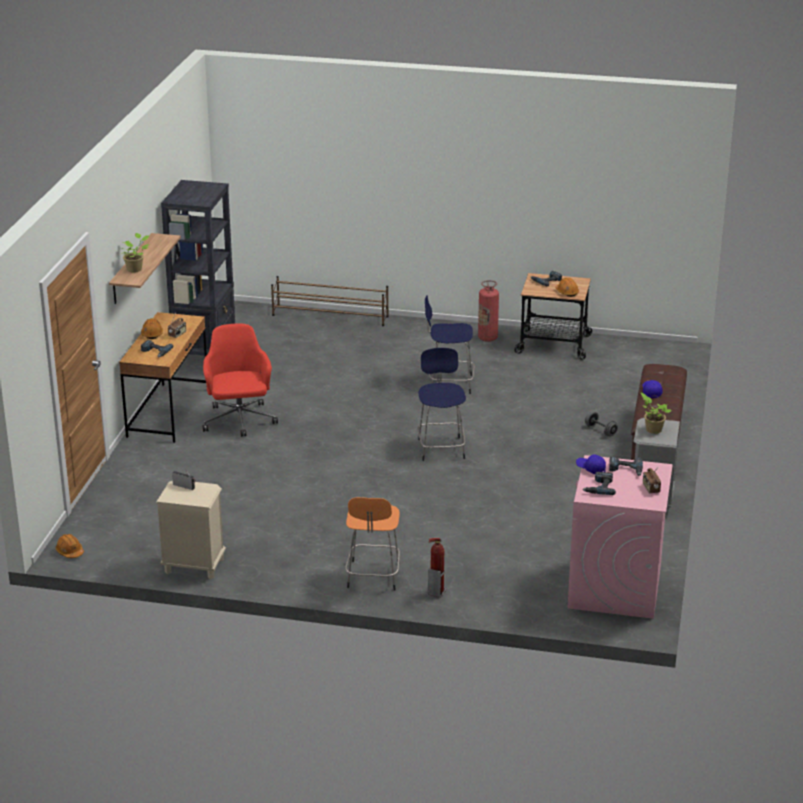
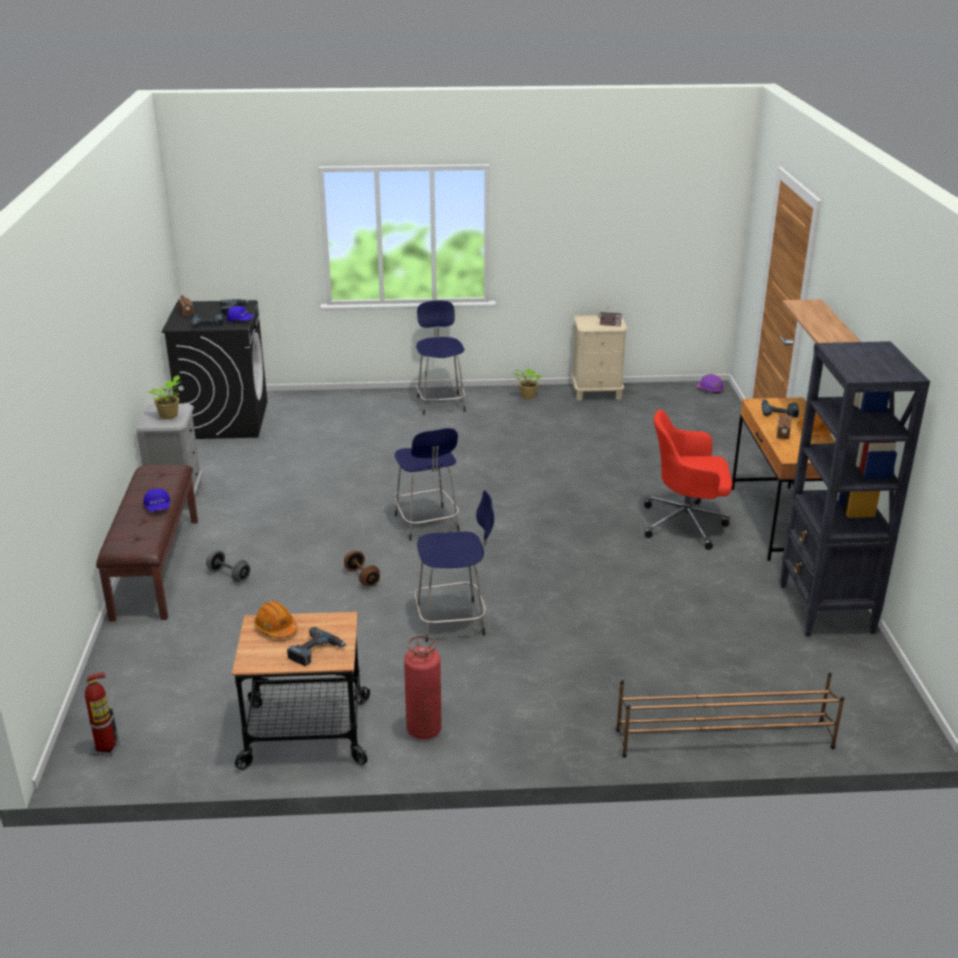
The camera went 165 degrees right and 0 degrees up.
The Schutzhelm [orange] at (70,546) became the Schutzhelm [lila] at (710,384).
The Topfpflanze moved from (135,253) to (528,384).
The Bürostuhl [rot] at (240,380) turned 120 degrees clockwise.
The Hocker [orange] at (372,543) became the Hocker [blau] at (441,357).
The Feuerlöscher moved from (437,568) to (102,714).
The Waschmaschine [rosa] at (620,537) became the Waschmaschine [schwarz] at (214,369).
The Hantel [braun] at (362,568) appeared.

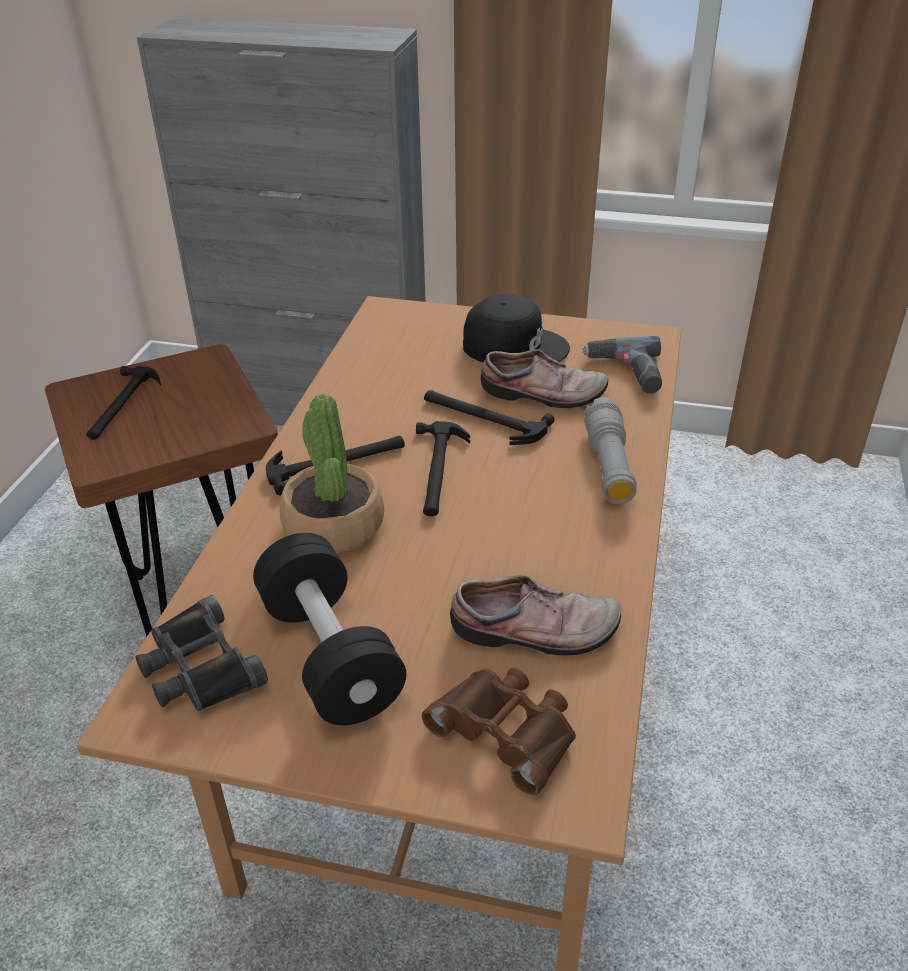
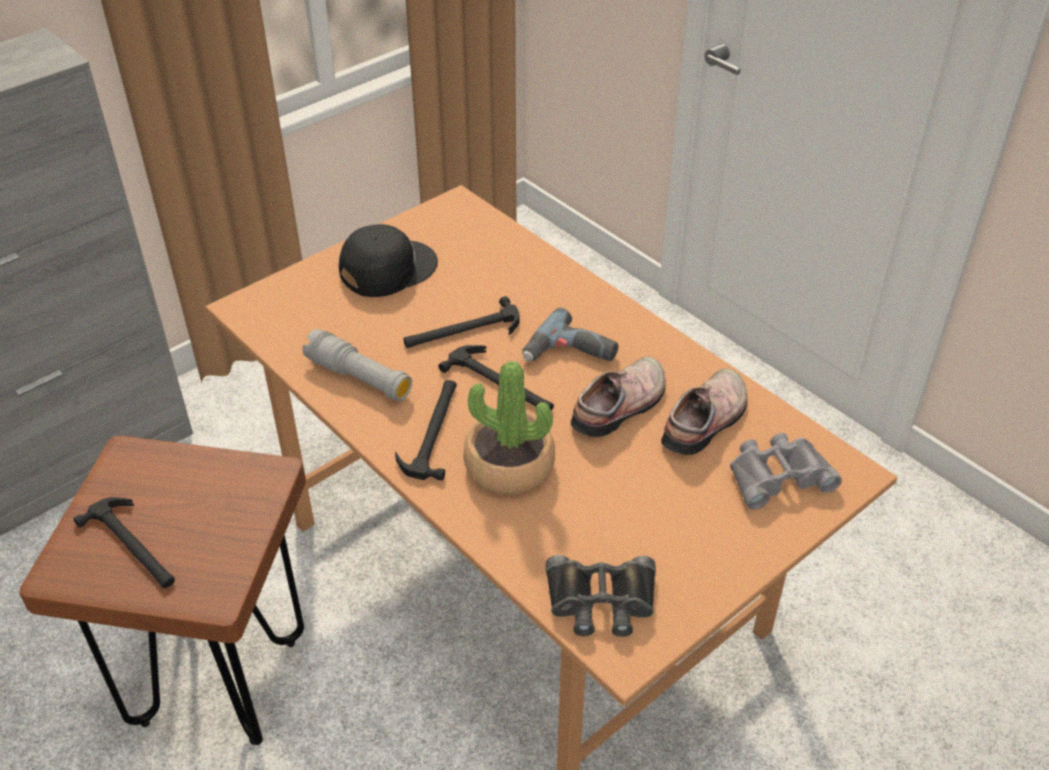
The camera went 55 degrees left and 5 degrees up.
The Hantel [schwarz] at (329,629) disappeared.
The Fernglas [braun] at (499,731) became the Fernglas [grau] at (786,471).
The Schuh moved from (544,378) to (618,396).
The Bohrmaschine moved from (622,365) to (570,334).
The Taschenlampe [grau] moved from (610,450) to (357,365).

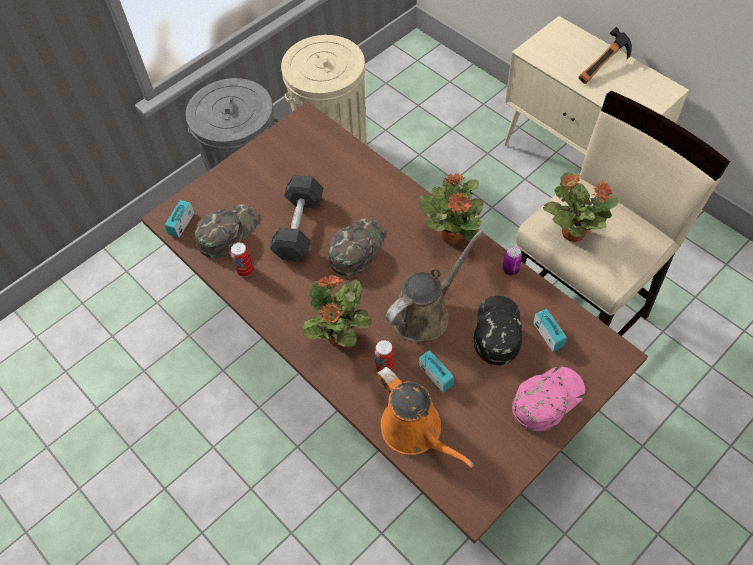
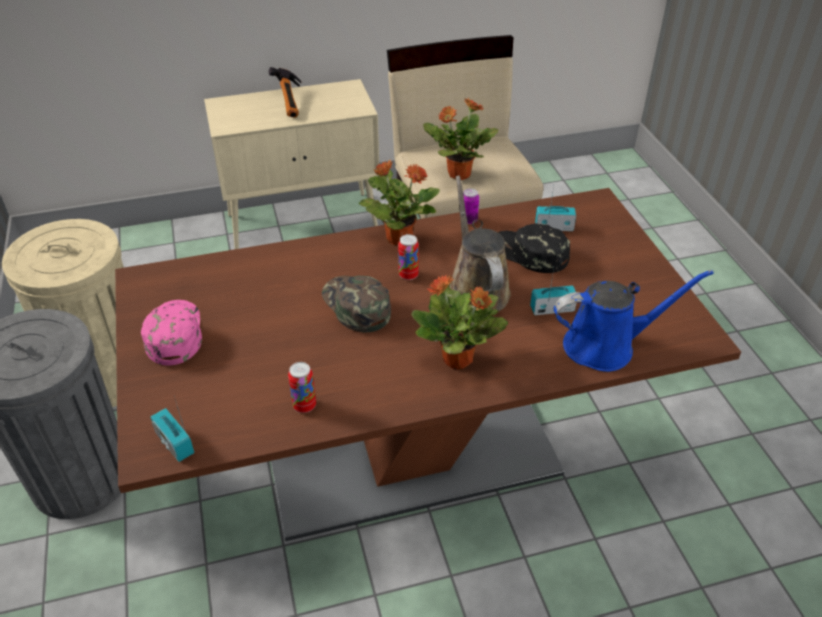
The camera went 65 degrees left and 15 degrees down.
The Kappe [grün] at (227,231) disappeared.
The Hantel [grau] at (296,218) disappeared.
The Dose moved from (385,355) to (408,257).
The Gießkanne [orange] at (425,417) became the Gießkanne [blau] at (634,321).
The Kappe [rosa] moved from (548,398) to (171,333).

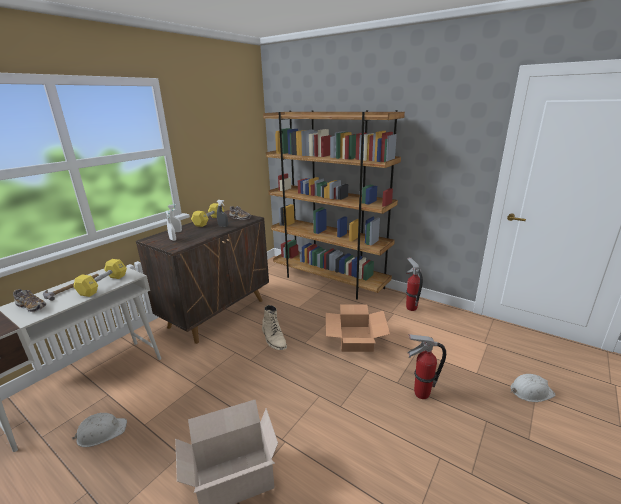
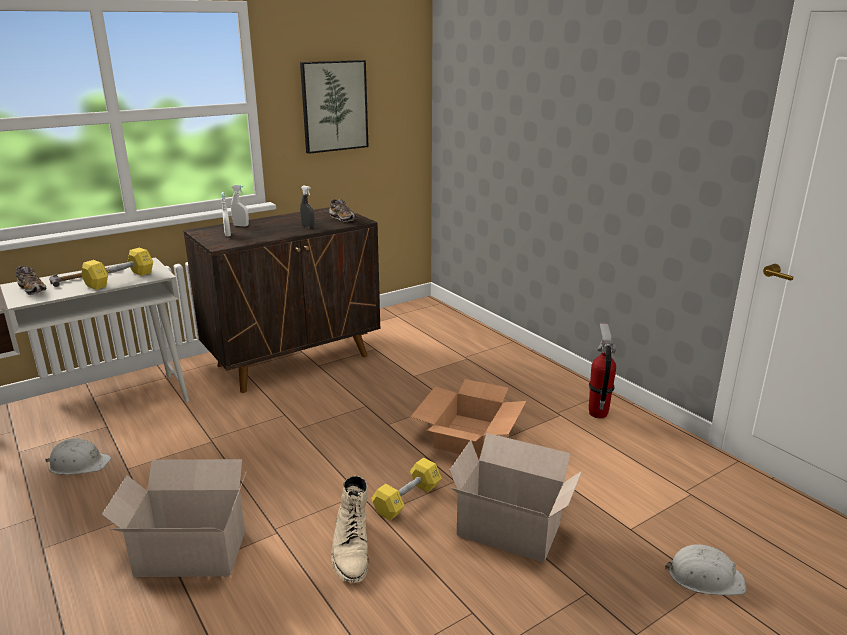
The camera went 20 degrees right and 0 degrees up.
The Hantel [gelb] moved from (207,215) to (406,489).
The Stiefel [beige] moved from (274,327) to (349,528).
The Bücherregal [braun] at (334,205) disappeared.
The Feuerlöscher at (427,366) was replaced by the Karton at (515,498).
The Bild at (334,107) appeared.

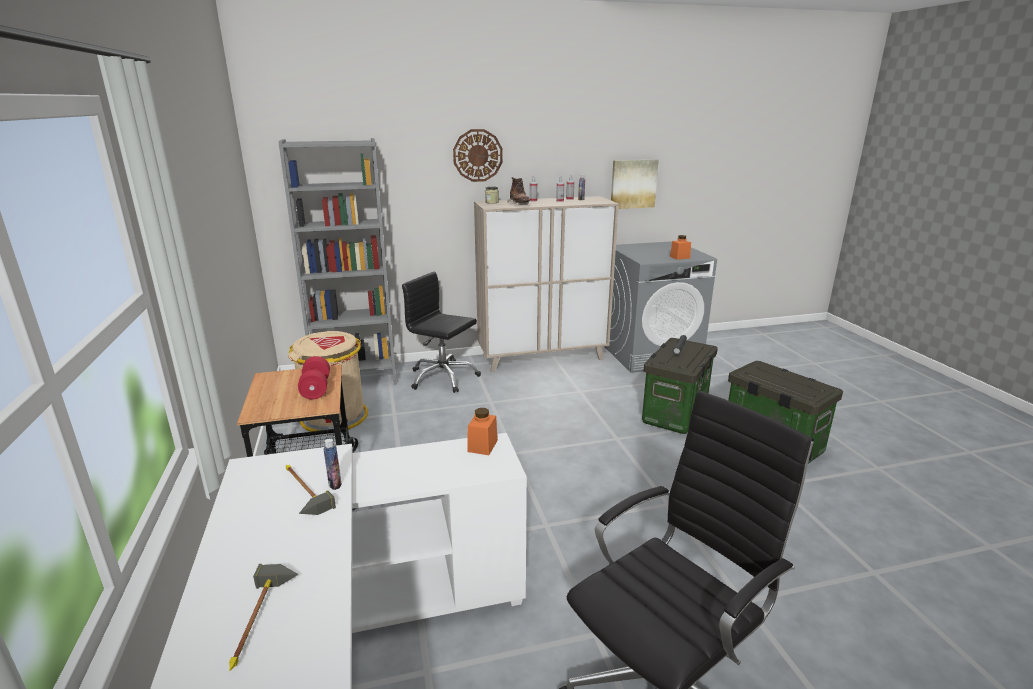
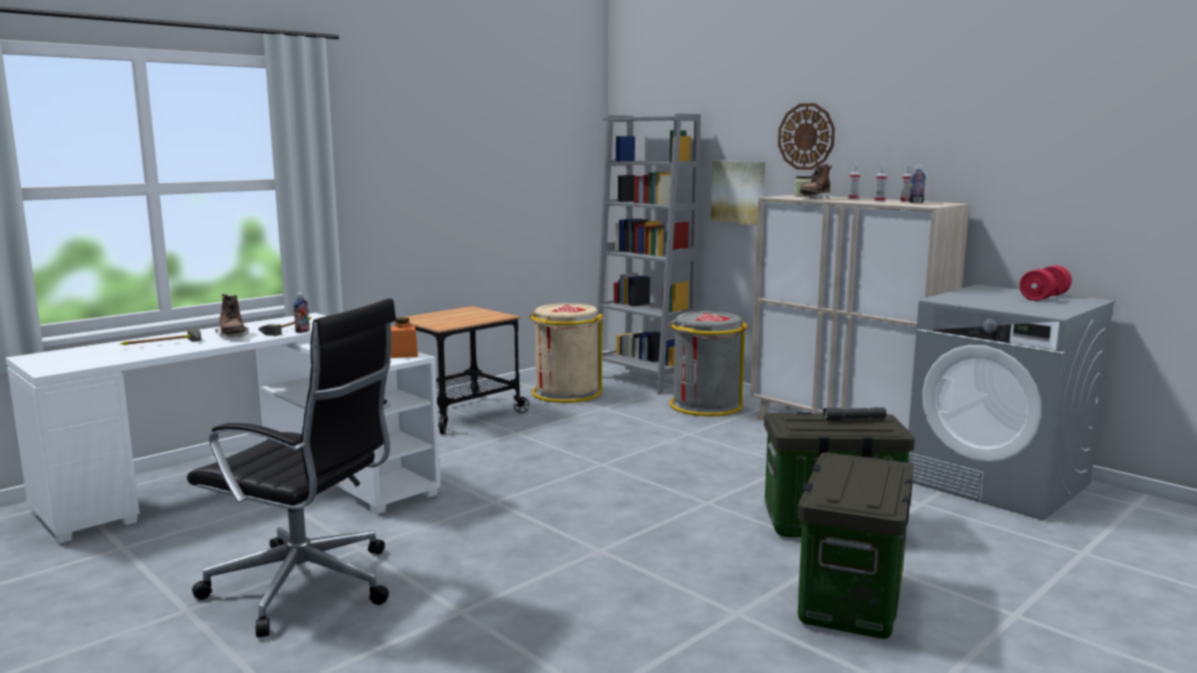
The camera went 60 degrees right and 10 degrees down.
The Hantel [rot] moved from (314,378) to (1045,283).
The Bürostuhl [schwarz] at (441,332) was replaced by the Mülleimer [grau] at (708,363).
The Bild moved from (635,184) to (738,193).
The Vorratsglas [orange] at (680,247) disappeared.
The Stiefel [braun] at (232,315) appeared.

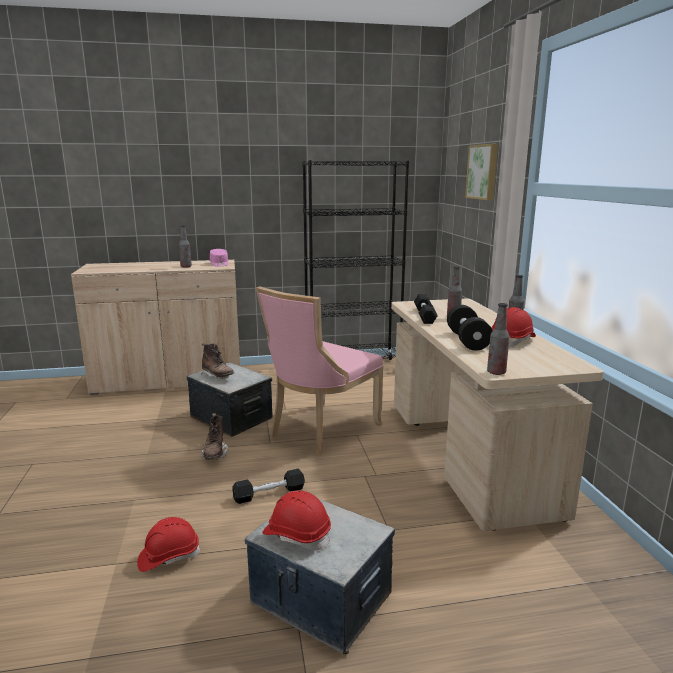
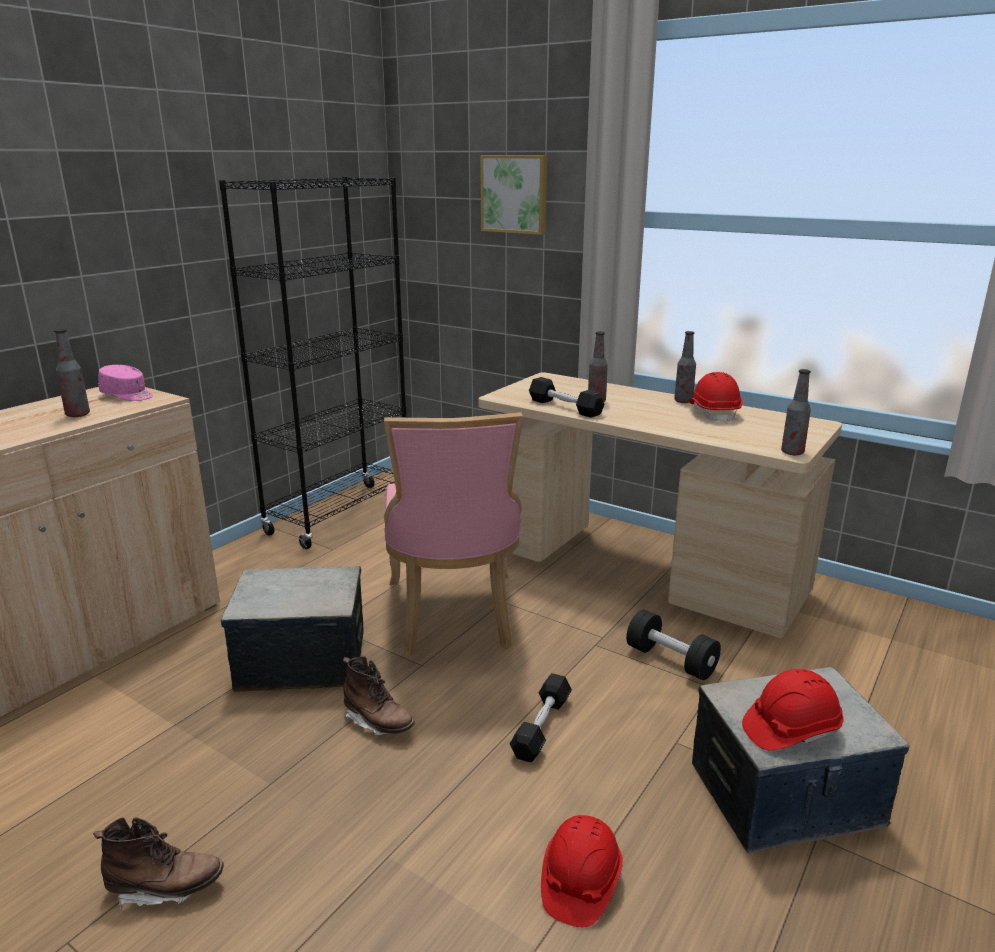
The camera went 45 degrees left and 5 degrees up.
The Stiefel [braun] moved from (217,361) to (158,863).
The Hantel [schwarz] moved from (469,328) to (673,644).

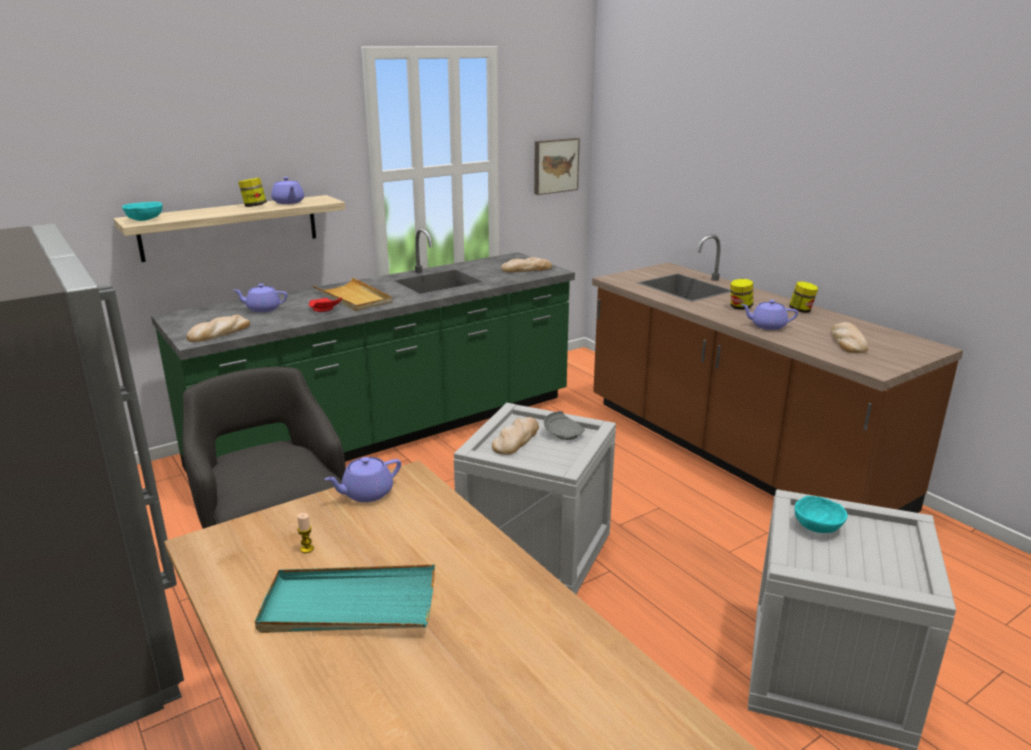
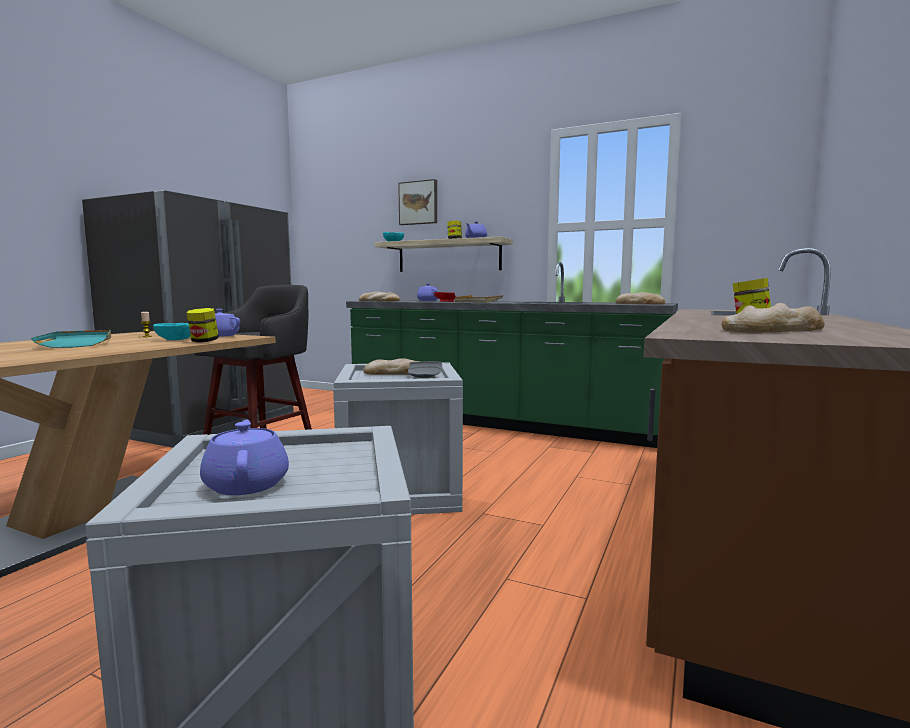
The camera went 60 degrees right and 15 degrees down.
The Bild moved from (557,166) to (417,202).
The Teekanne [lila] moved from (769,315) to (244,457).
The Vorratsglas moved from (803,297) to (202,325).
The Schüssel [türkis] moved from (821,514) to (172,331).

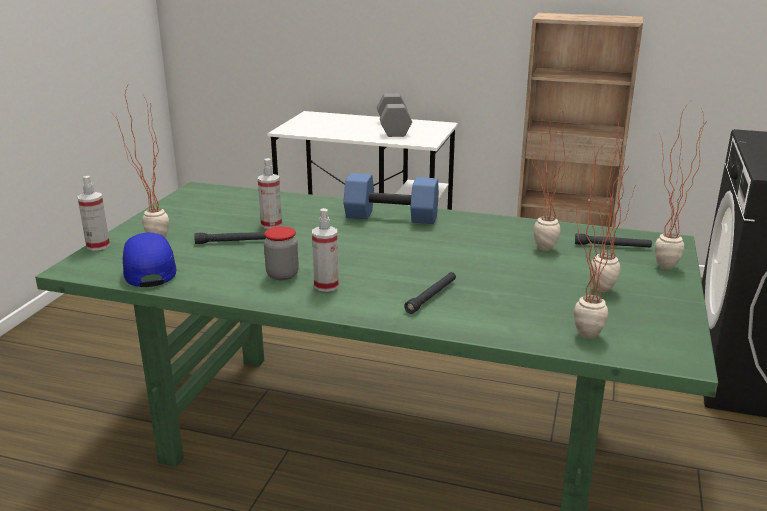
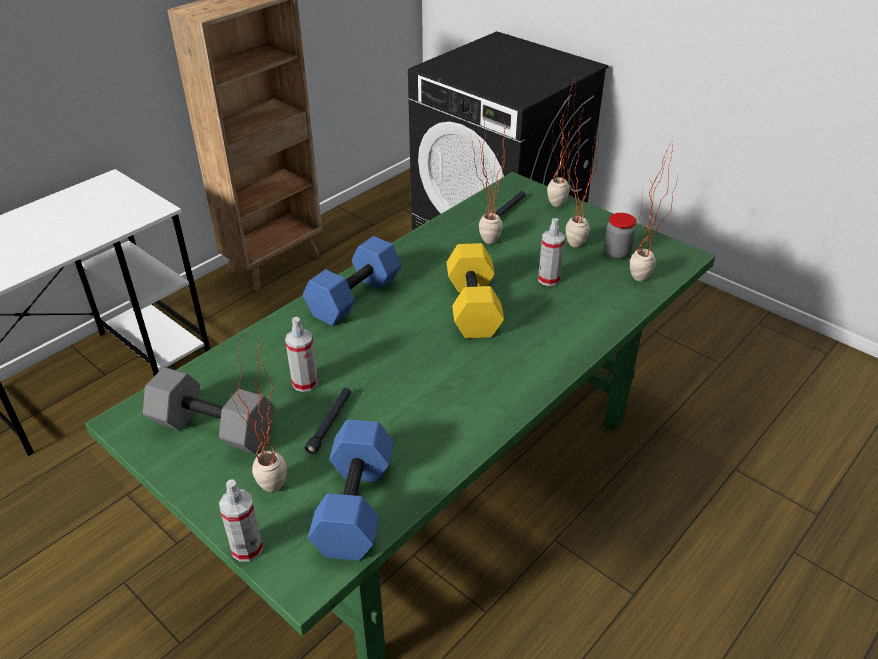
The camera went 65 degrees left and 15 degrees up.
The Kappe [blau] at (149,260) was replaced by the Hantel [blau] at (351,490).
The Vorratsglas moved from (281,253) to (620,236).
The Sprühflasche moved from (325,250) to (551,252).
The Hantel [grau] moved from (394,115) to (209,410).
The Taschenlampe [schwarz] at (430,293) disappeared.
The Hantel [gelb] at (475,291) appeared.

